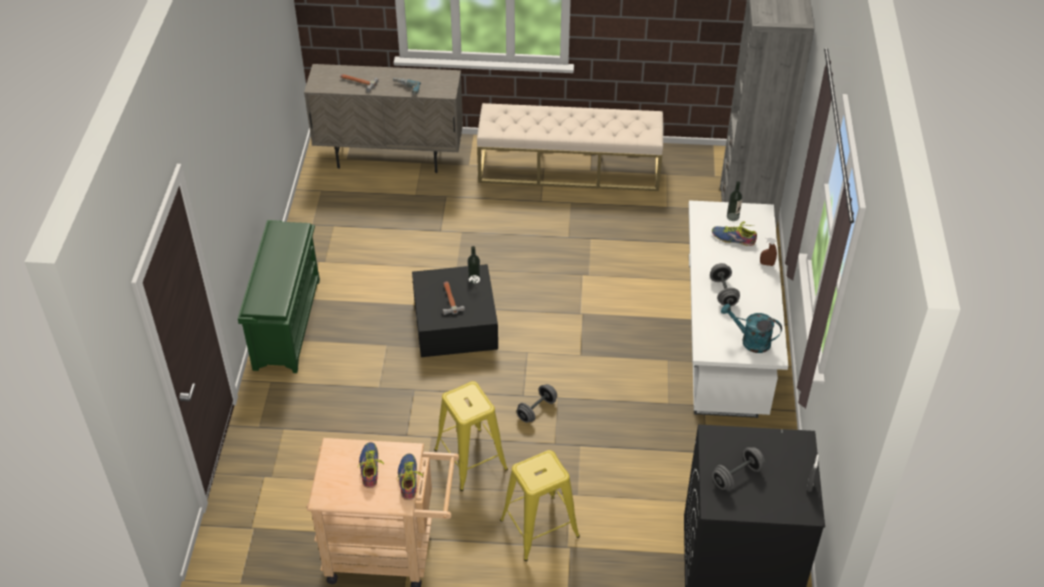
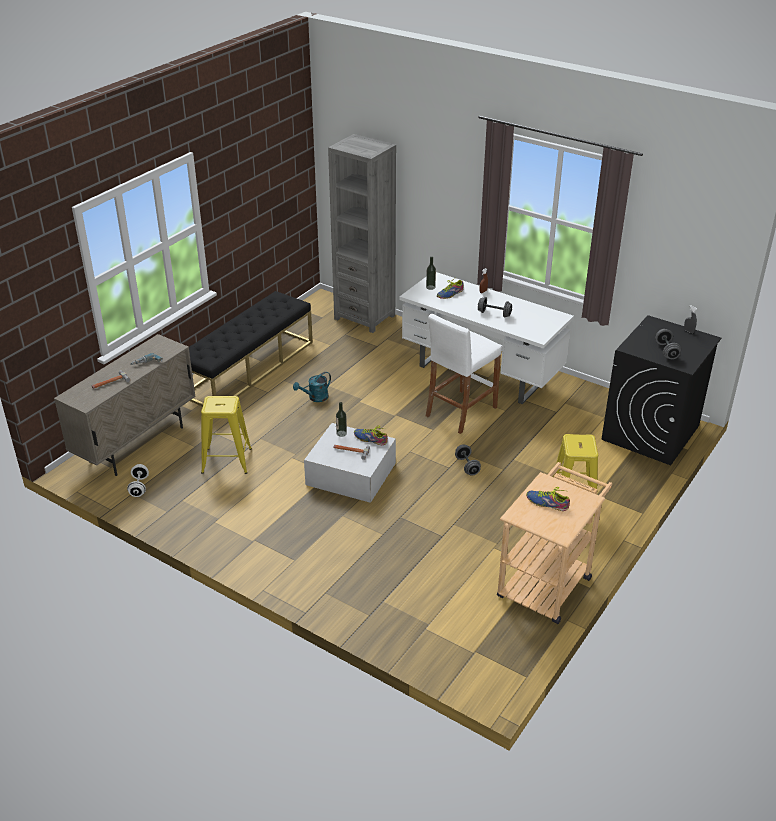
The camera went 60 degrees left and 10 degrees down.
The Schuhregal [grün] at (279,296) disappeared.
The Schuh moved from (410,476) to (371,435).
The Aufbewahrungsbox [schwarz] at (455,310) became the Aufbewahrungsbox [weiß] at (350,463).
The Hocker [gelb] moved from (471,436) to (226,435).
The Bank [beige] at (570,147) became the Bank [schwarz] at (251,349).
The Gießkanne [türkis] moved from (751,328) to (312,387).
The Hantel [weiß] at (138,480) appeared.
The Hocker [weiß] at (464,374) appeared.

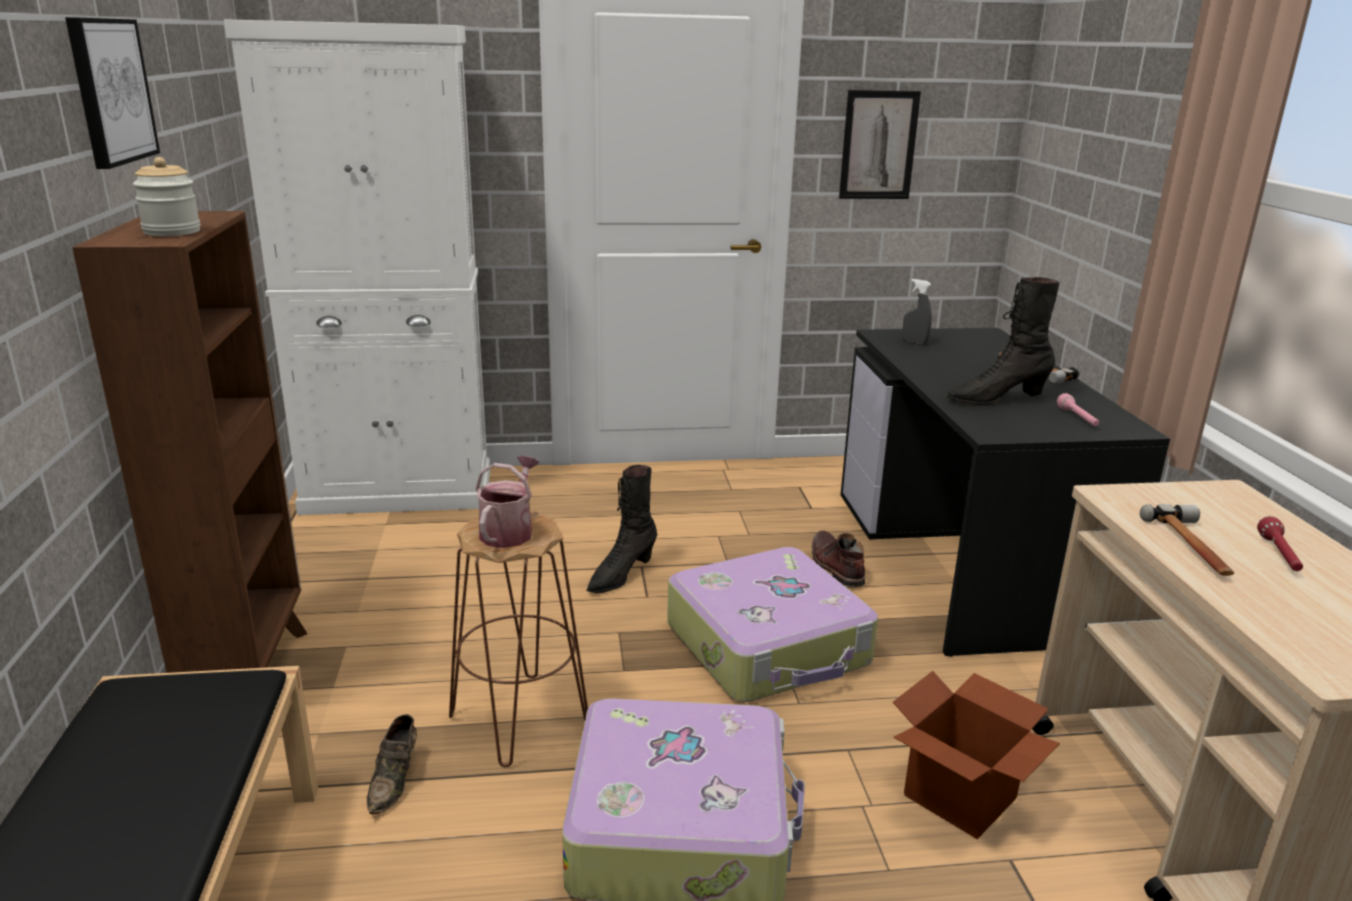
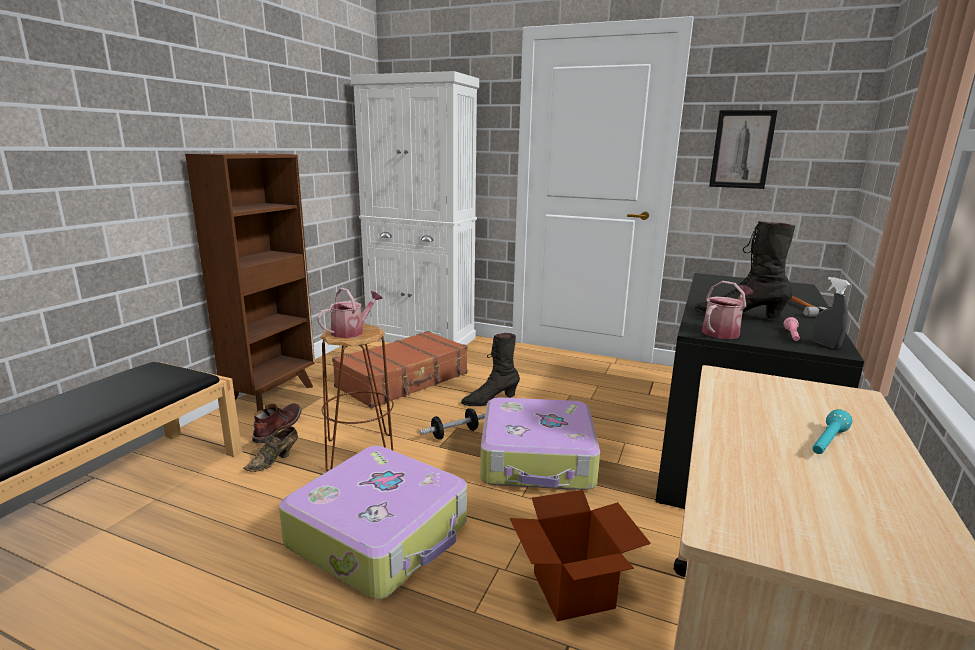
The camera went 30 degrees right and 5 degrees down.
The Bild at (112,93) disappeared.
The Vorratsglas at (166,196) disappeared.
The Stiefel [braun] moved from (838,558) to (277,423).
The Sprühflasche [grau] moved from (917,312) to (832,313).
The Hammer at (1187,540) disappeared.
The Taschenlampe [rot] at (1280,543) became the Taschenlampe [türkis] at (832,431).
The Koffer [braun] at (400,369) appeared.
The Hantel at (452,424) appeared.
The Gießkanne at (728,310) appeared.

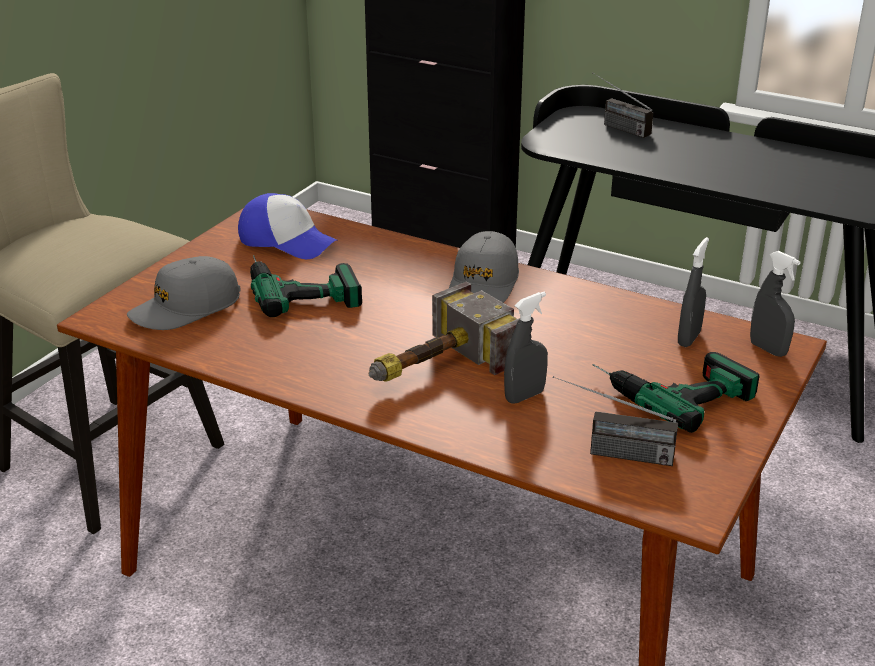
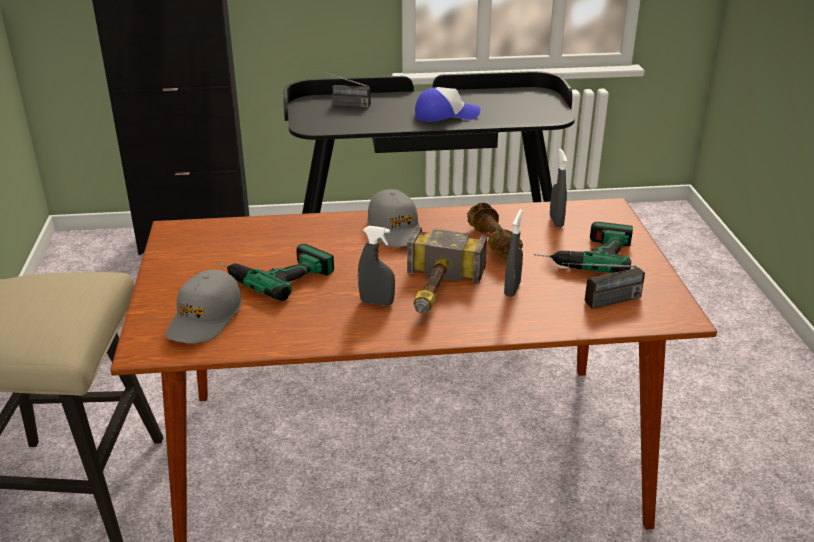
The camera went 35 degrees left and 0 degrees up.
The Kappe moved from (288,226) to (447,104).
The Sprühflasche [grau] moved from (775,304) to (376,266).
The Hantel [braun] at (495,231) appeared.

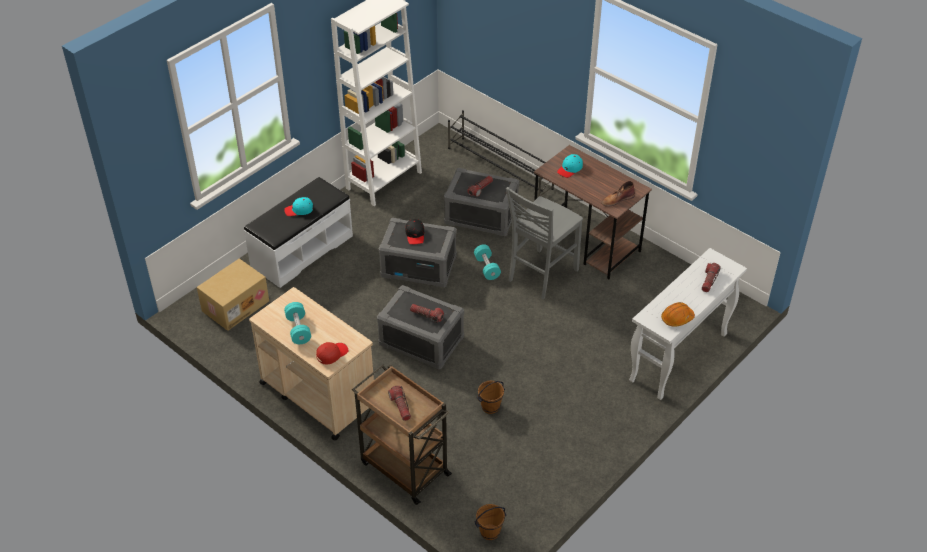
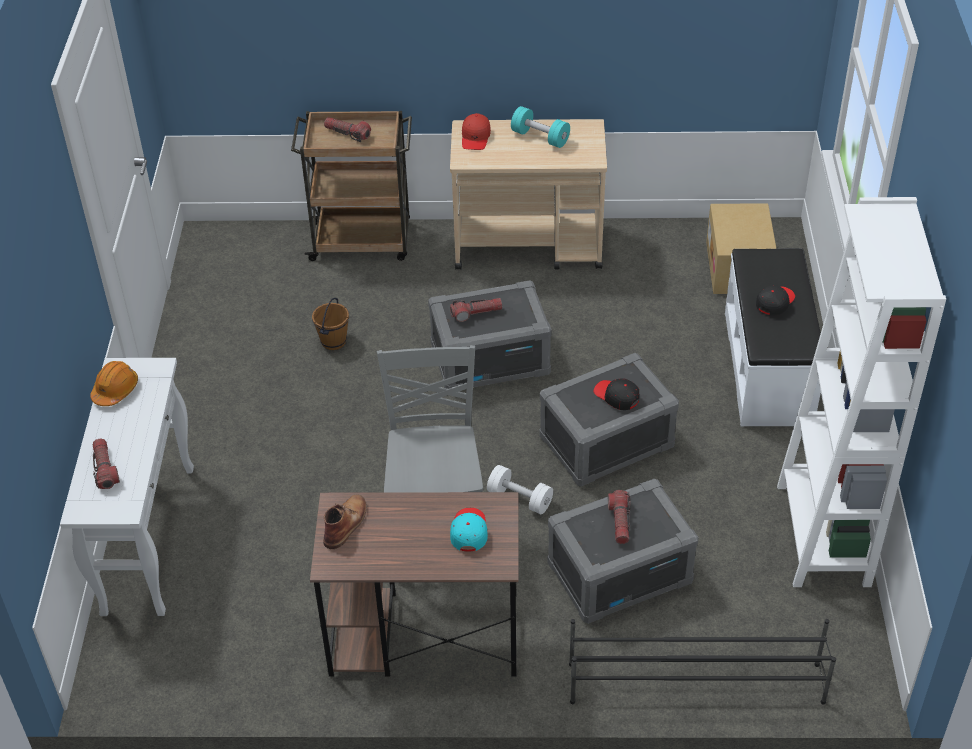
The camera went 140 degrees right and 0 degrees up.
The Kappe [türkis] at (298,206) became the Kappe [schwarz] at (775,300).
The Hantel [türkis] at (487,262) became the Hantel [weiß] at (520,489).
The Eimer [braun] at (490,522) disappeared.

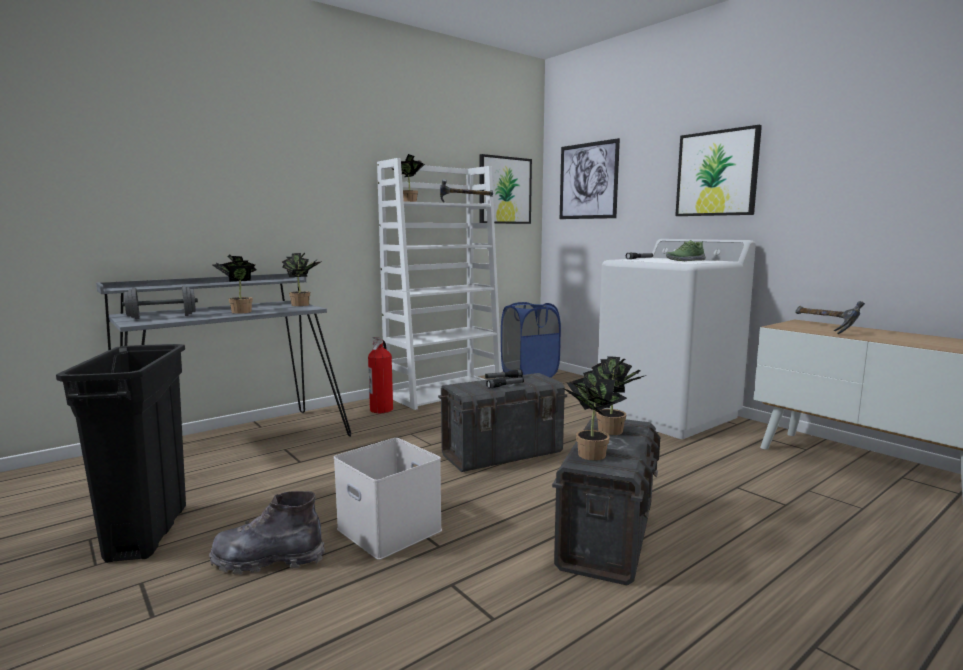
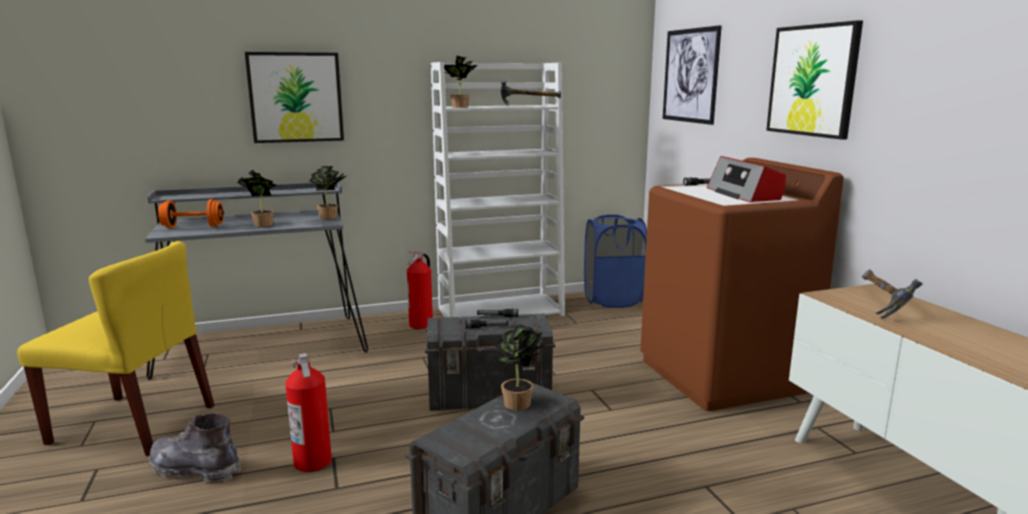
The camera went 20 degrees right and 5 degrees up.
The Mülleimer [schwarz] at (121,453) was replaced by the Stuhl [gelb] at (116,348).
The Hantel [grau] at (160,302) became the Hantel [orange] at (191,213).
The Aufbewahrungsbox [weiß] at (388,499) was replaced by the Feuerlöscher at (308,412).
The Bild moved from (506,189) to (294,97).
The Topfpflanze at (595,415) disappeared.
The Waschmaschine [weiß] at (677,339) became the Waschmaschine [braun] at (742,284).
The Schuh at (686,250) was replaced by the Radio at (746,179).

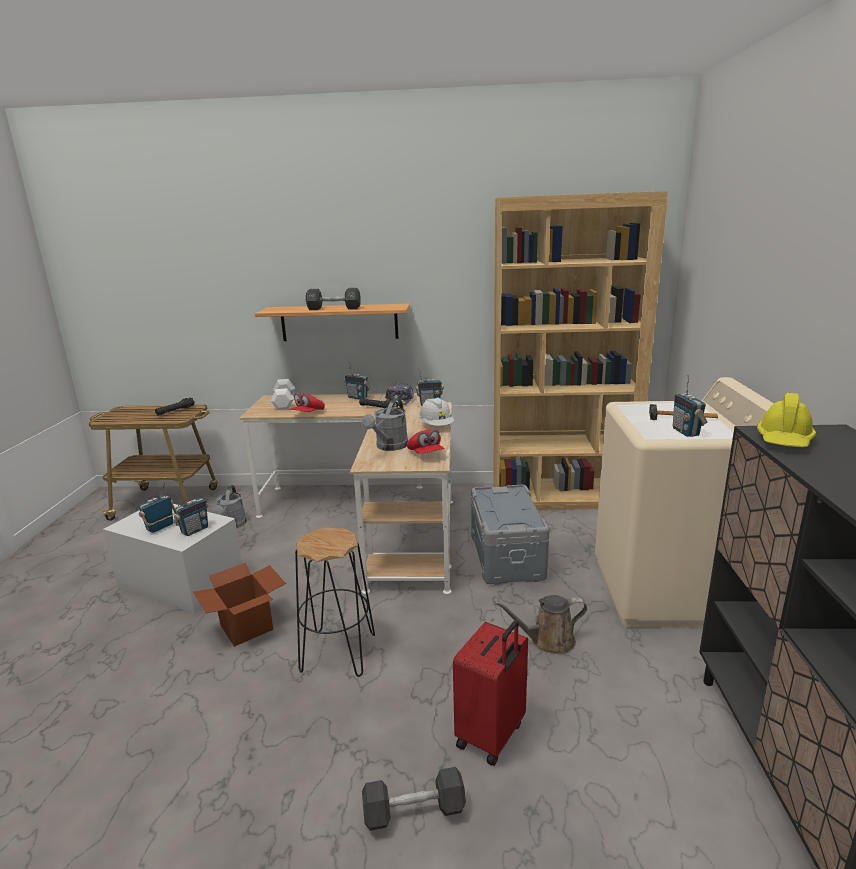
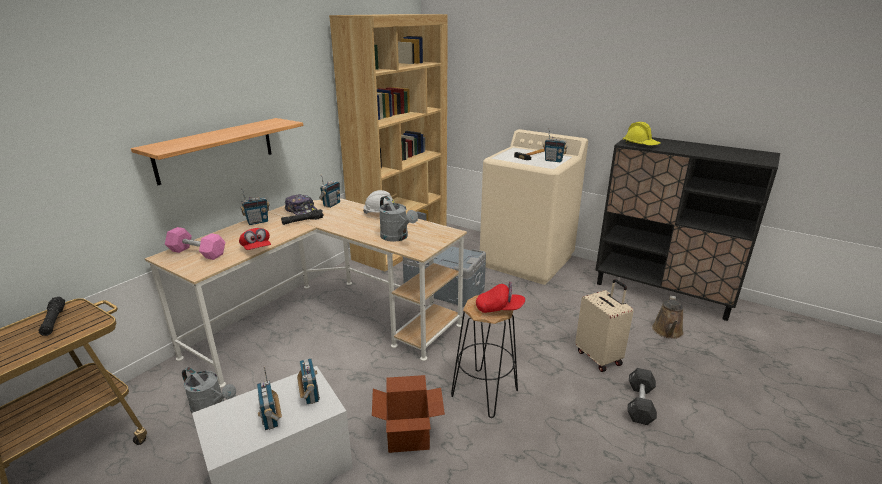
The camera went 60 degrees left and 5 degrees up.
The Hantel [weiß] at (283,394) became the Hantel [rosa] at (195,243).
The Hantel [schwarz] at (333,299) disappeared.
The Kappe [rot] moved from (426,442) to (500,297).
The Koffer [rot] at (490,693) became the Koffer [beige] at (604,325).
The Gießkanne [braun] moved from (540,625) to (668,317).

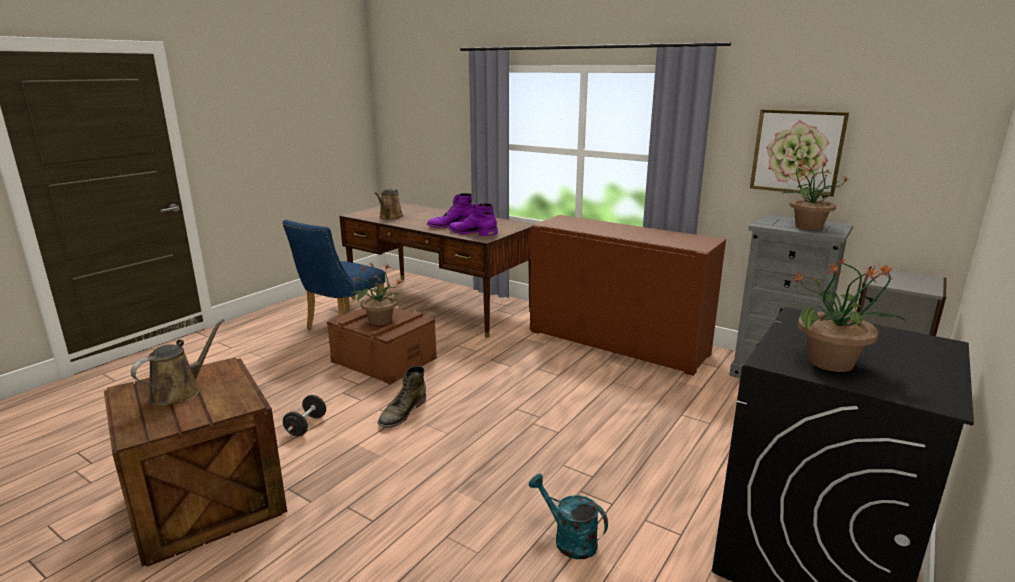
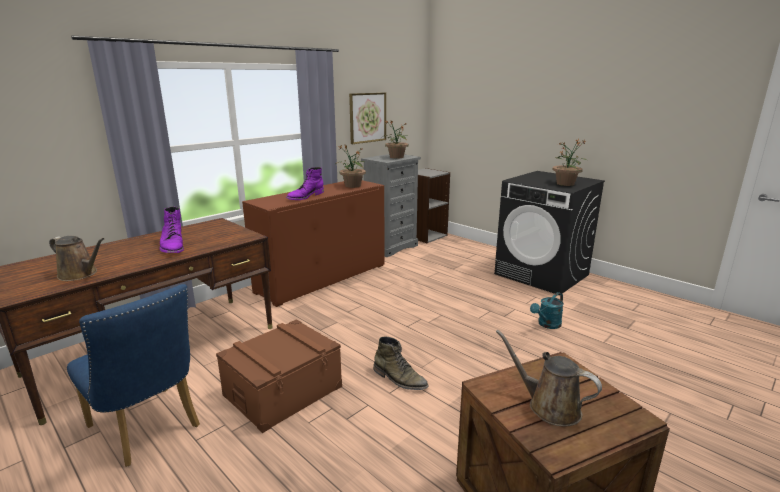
The camera went 80 degrees left and 0 degrees up.
The Hantel [schwarz] at (304,415) disappeared.
The Topfpflanze moved from (377,294) to (351,166).
The Stiefel [lila] moved from (473,219) to (305,183).

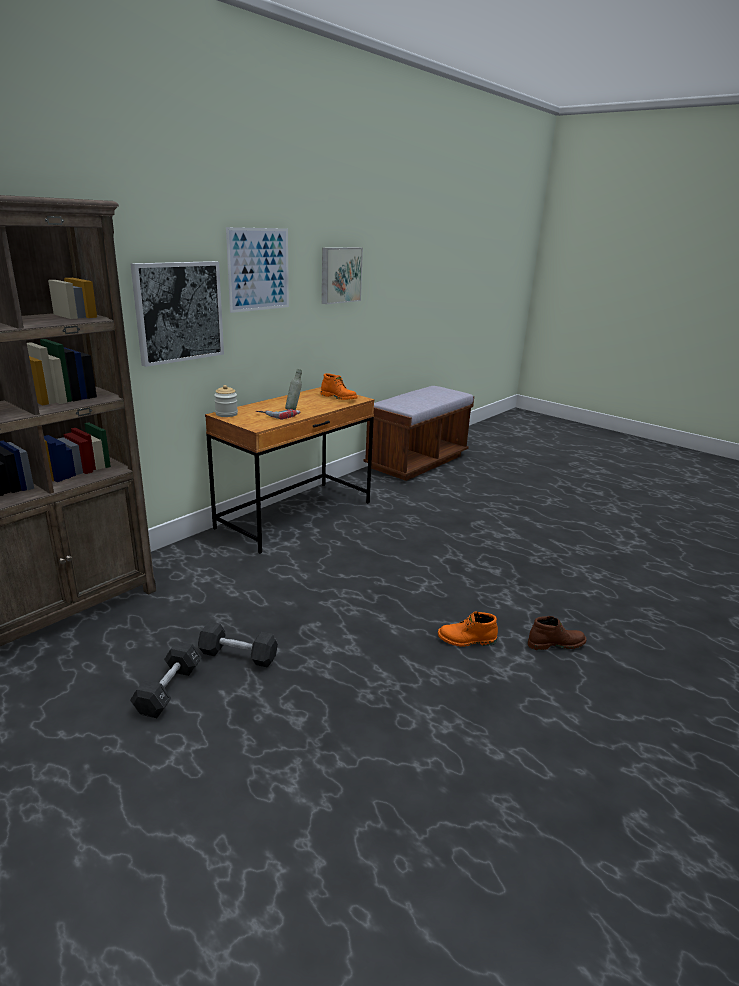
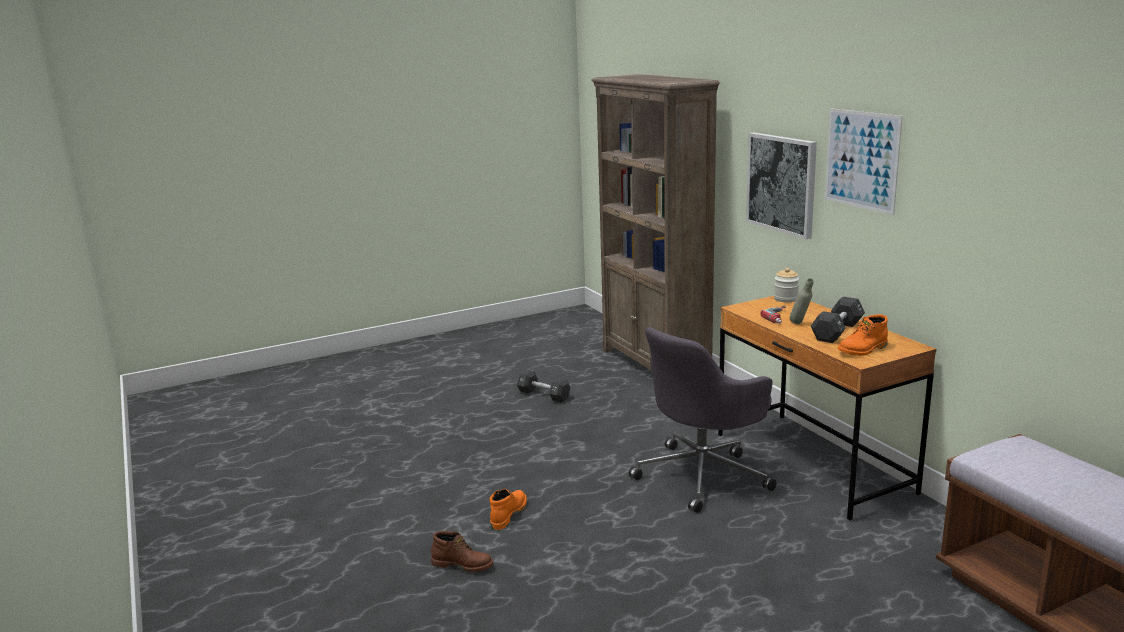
The camera went 115 degrees right and 5 degrees down.
The Hantel [schwarz] moved from (238,644) to (838,320).
The Bild at (342,275) disappeared.
The Stiefel [braun] at (557,633) turned 90 degrees counterclockwise.
The Bürostuhl [grau] at (703,420) appeared.

